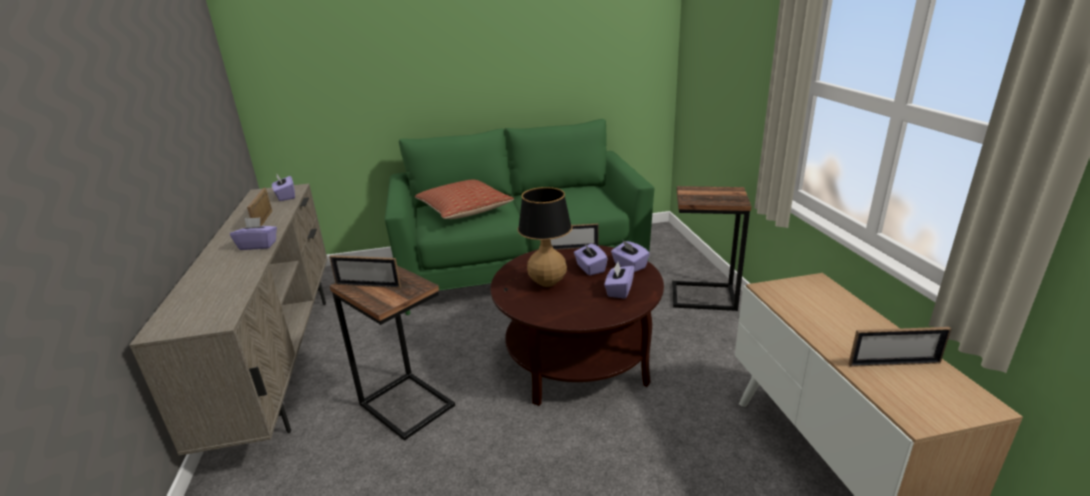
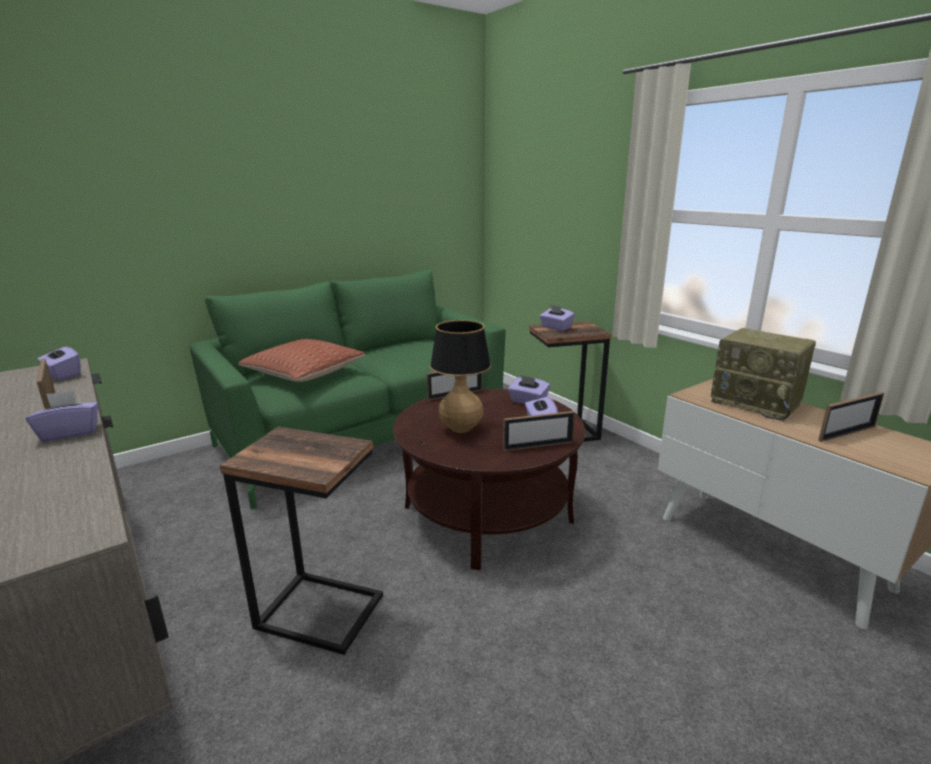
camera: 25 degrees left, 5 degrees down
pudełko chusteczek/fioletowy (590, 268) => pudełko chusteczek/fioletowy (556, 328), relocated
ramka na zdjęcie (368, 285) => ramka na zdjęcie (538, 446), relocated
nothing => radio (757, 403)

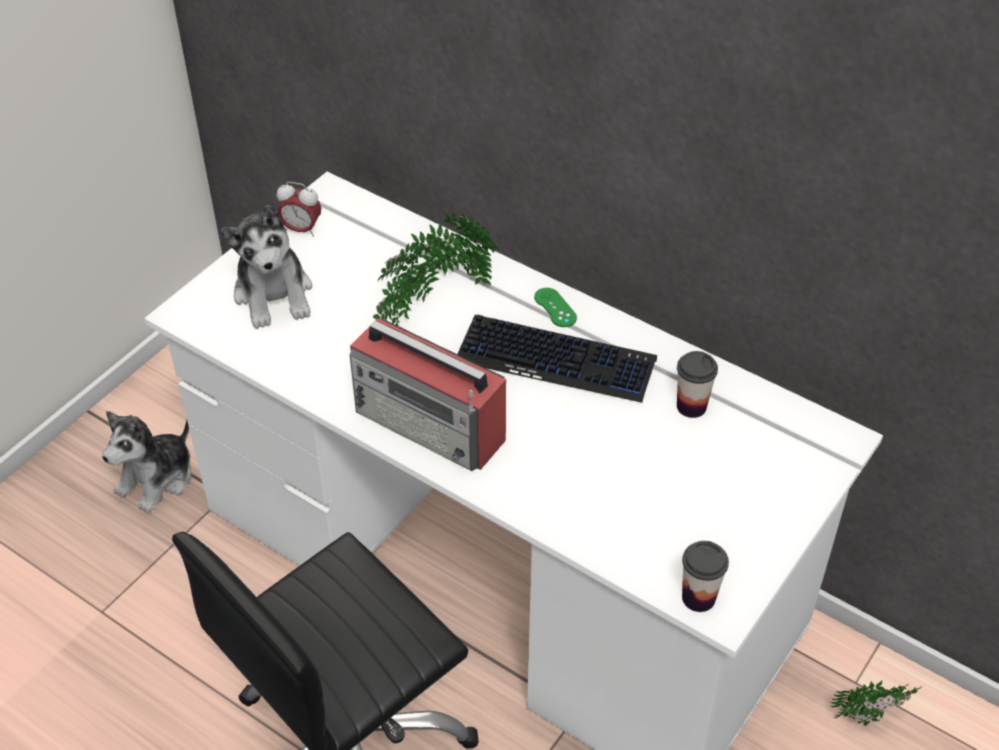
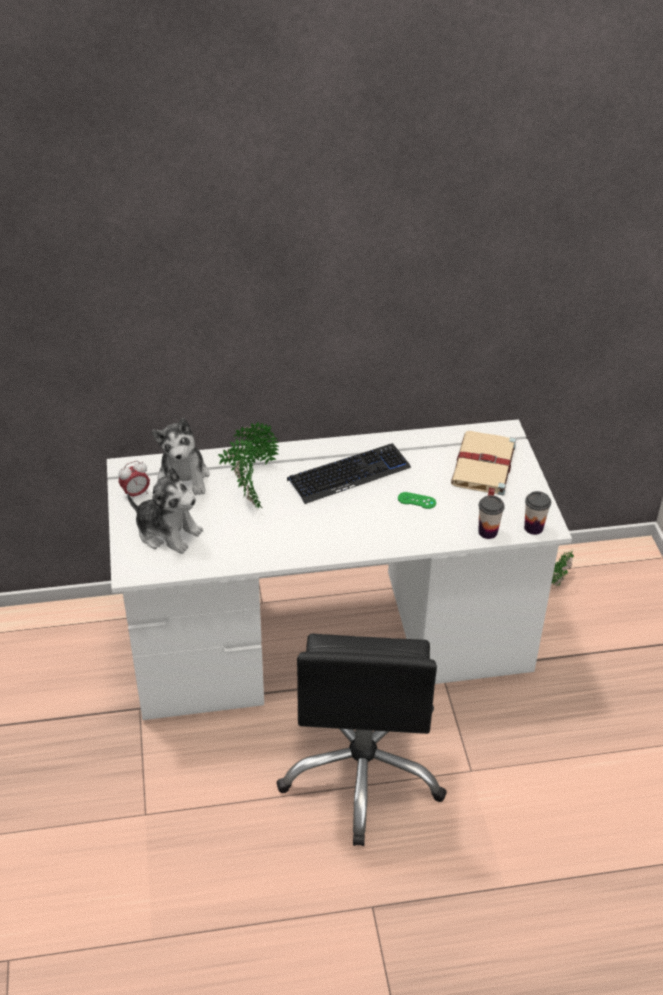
camera: 45 degrees left, 5 degrees down
pad do gier/zielony (555, 307) => pad do gier/zielony (416, 500), relocated
radio (431, 425) => nothing
filiżanka (691, 406) => filiżanka (487, 532), relocated
pluszak (157, 479) => pluszak (184, 478), relocated
nothing => książka/beżowy (483, 466)

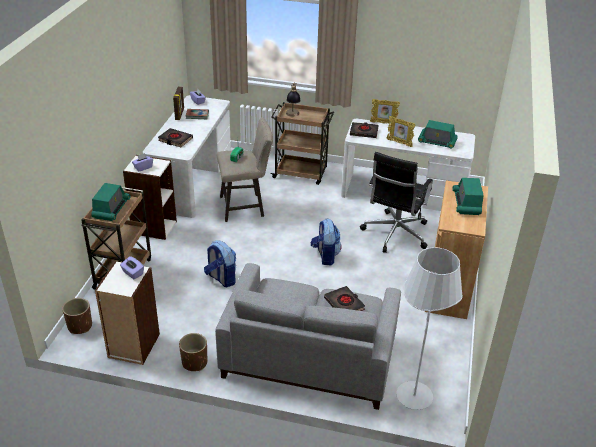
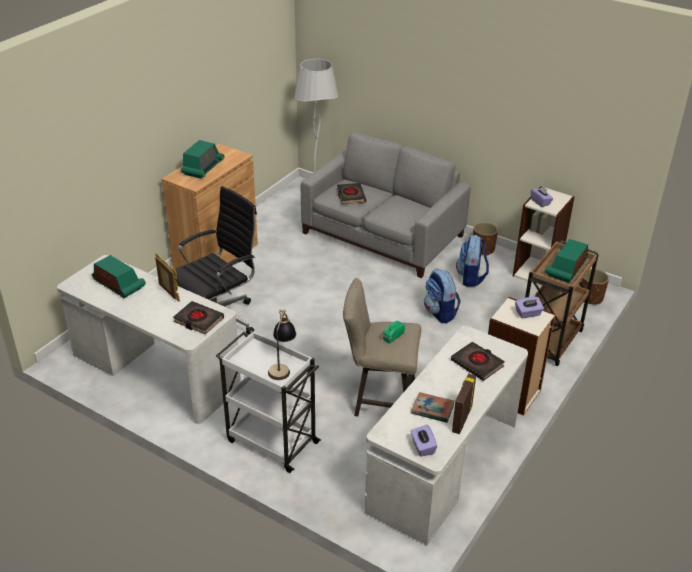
camera: 160 degrees left, 0 degrees up
ramka na zdjęcie (383, 123) => nothing
wózek/brązowy (301, 173) => wózek/biały (271, 441)
plecak (325, 256) => plecak (471, 278), relocated

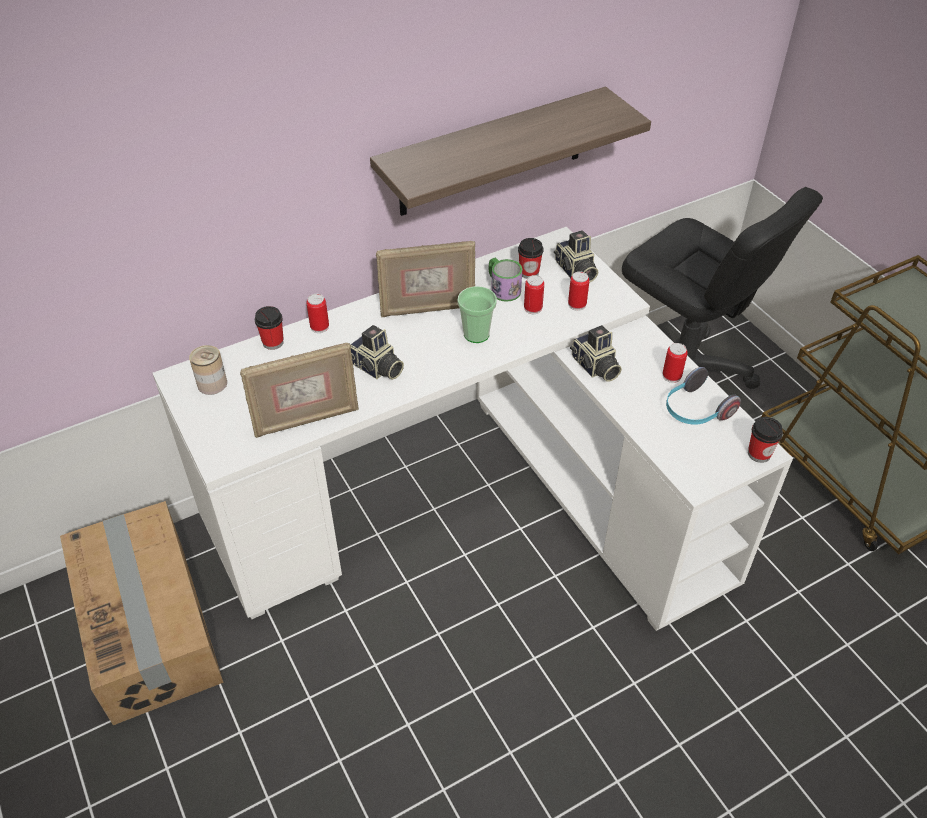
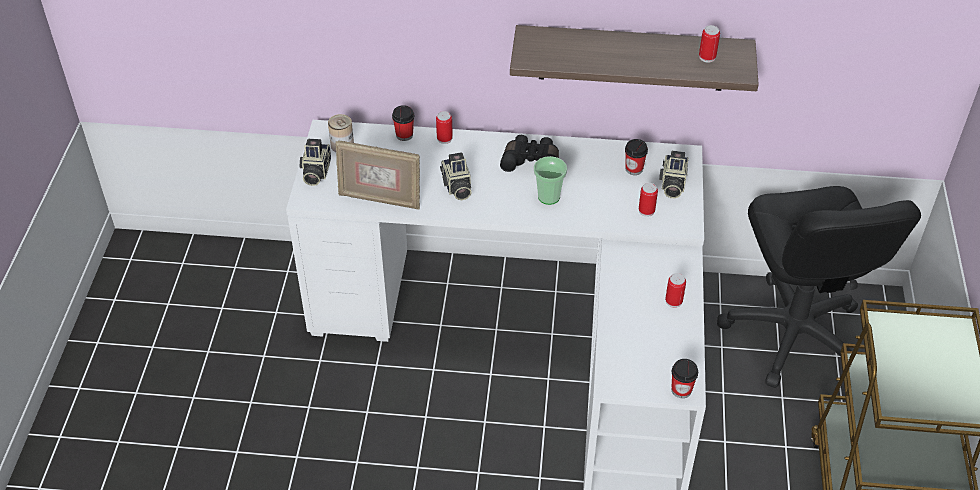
camera: 35 degrees right, 0 degrees up
ramka na zdjęcie (427, 309) => lornetka/czarny (531, 161)
kubek (502, 288) => nothing
puszka (533, 308) => puszka (707, 57), relocated
aparat fotograficzny (595, 367) => aparat fotograficzny (315, 172), relocated
słuchawki (695, 410) => nothing
karton (151, 626) => nothing

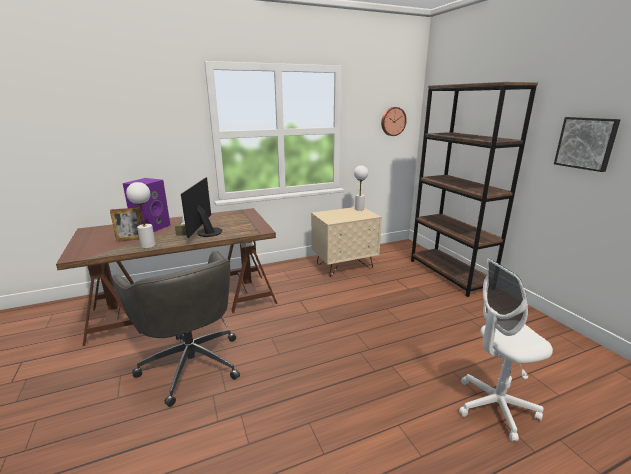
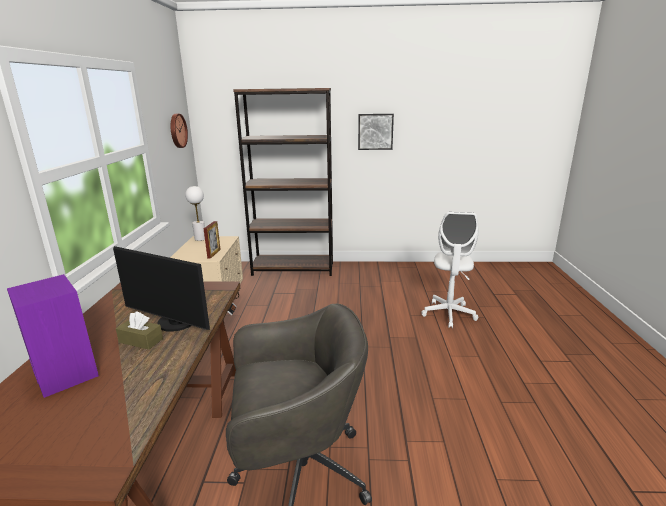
camera: 65 degrees left, 0 degrees up
lampa stołowa/biały (148, 245) => nothing
ramka na zdjęcie (130, 239) => ramka na zdjęcie (214, 254), relocated

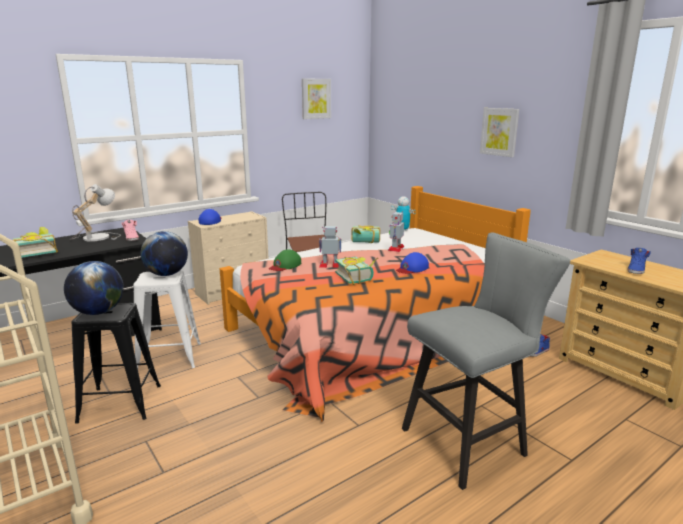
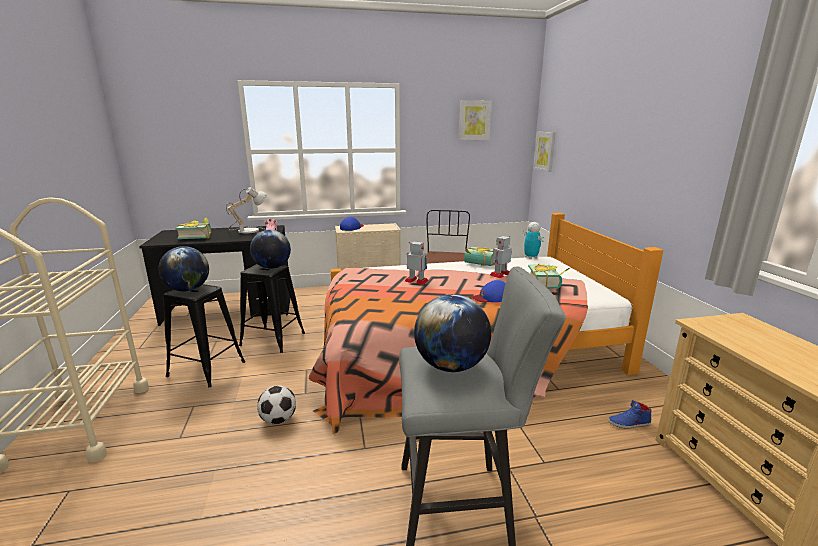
camera: 25 degrees right, 0 degrees up
obraz (499, 132) => obraz (545, 151), relocated
but/niebieski (636, 269) => nothing
czapka z daszkiem/zielony (285, 265) => nothing
książka (357, 277) => książka (547, 284), relocated
stołek/biały (170, 357) => stołek/czarny (273, 339)
nothing => globus (451, 366)
nothing => piłka futbolowa (278, 420)

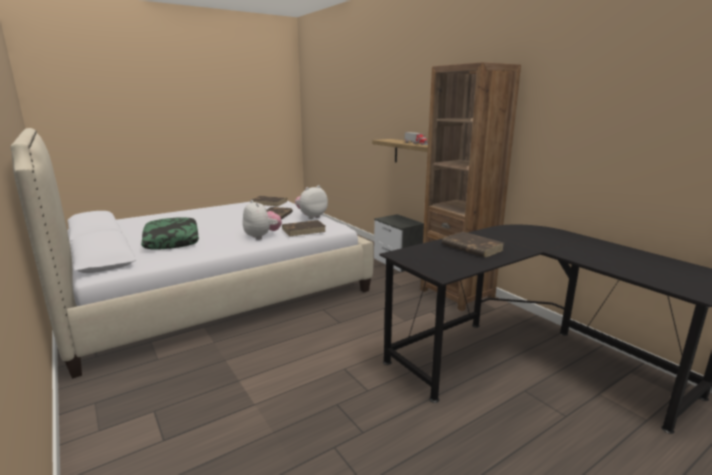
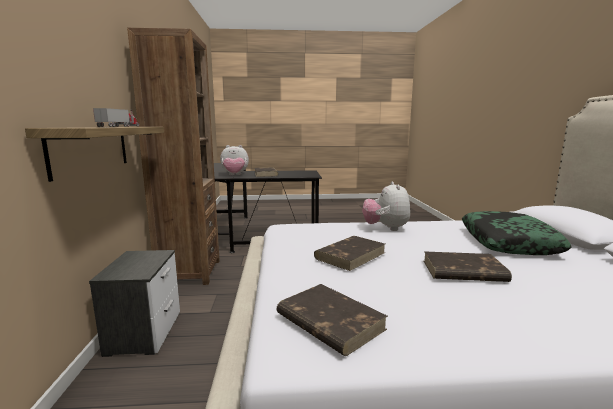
camera: 150 degrees left, 5 degrees down
pluszak (311, 217) => pluszak (235, 175), relocated
książka/brązowy (304, 230) => książka/brązowy (462, 271), relocated

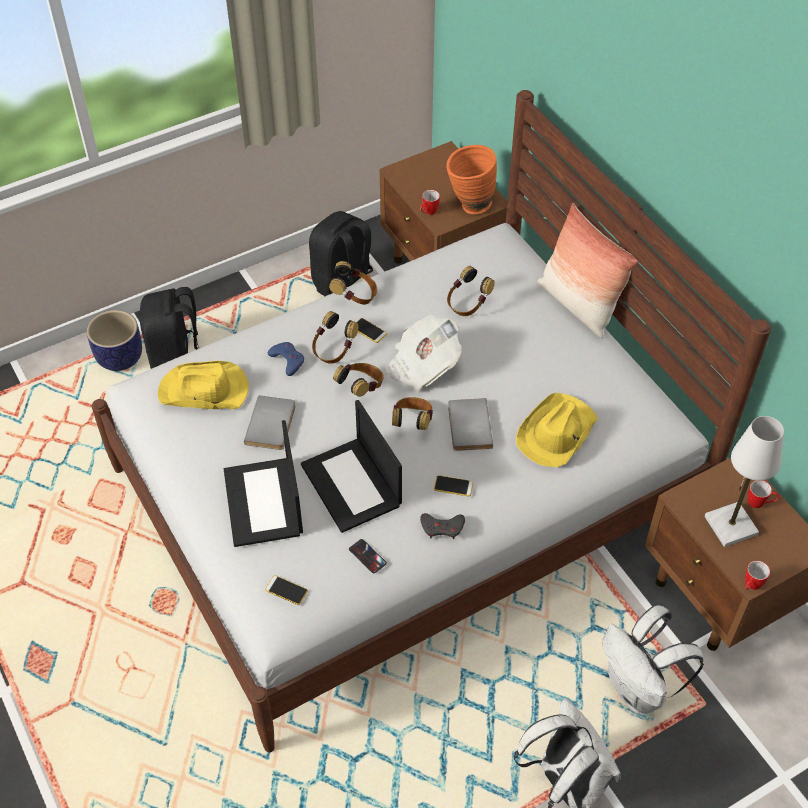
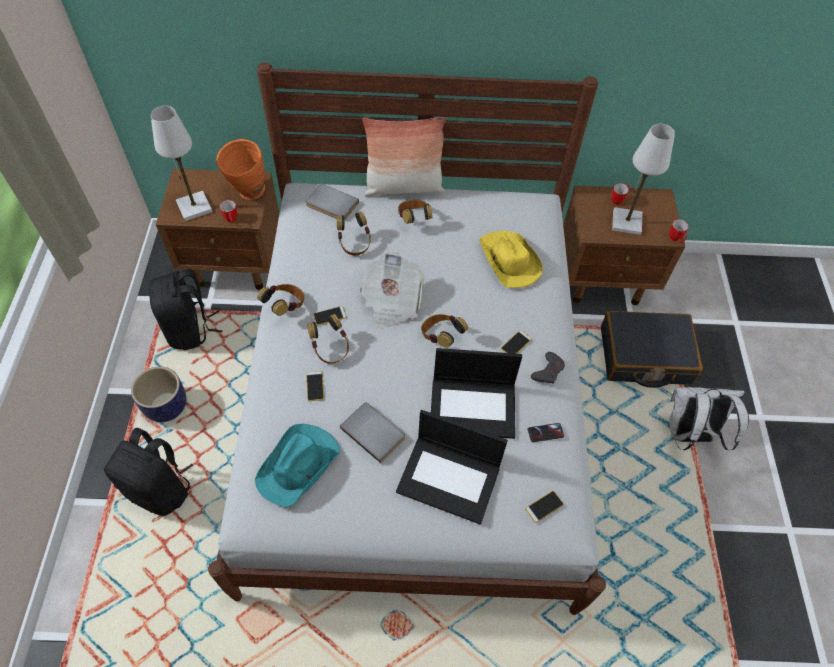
camera: 60 degrees left, 5 degrees up
donica (120, 357) => donica (166, 406), relocated
pad do gier/niebieski (287, 360) => telefon (315, 386)
kapelusz/żółty (204, 391) => kapelusz/turkusowy (299, 465)
słuchawki (361, 388) => słuchawki (414, 219), relocated
książka/szary (467, 426) => książka/szary (331, 205), relocated
plecak/biały (639, 689) => walizka/czarny (644, 356)
nothing => lampa stołowa/biały (194, 207)

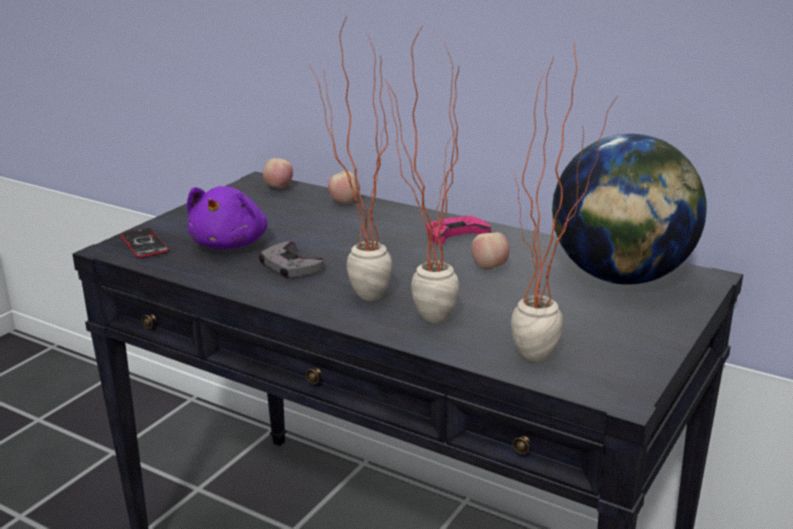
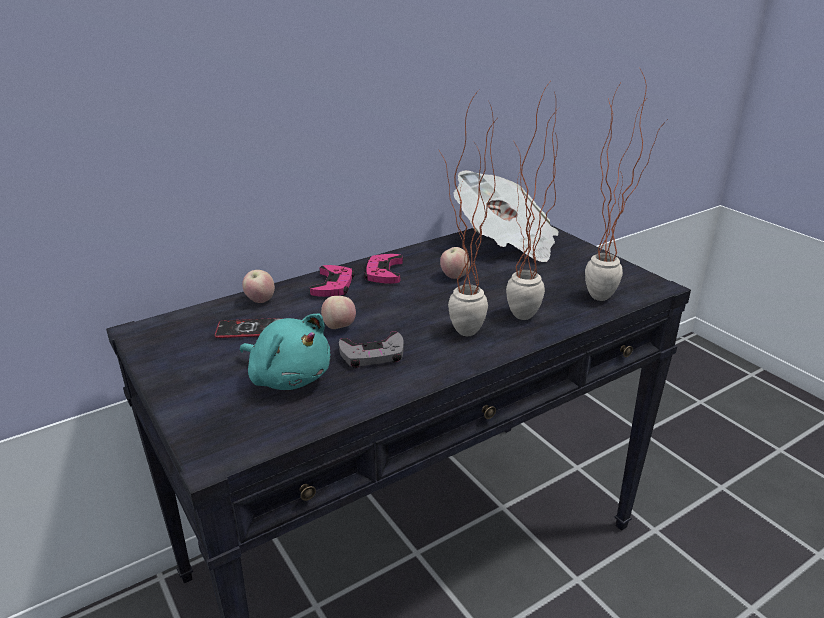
camera: 65 degrees left, 5 degrees up
globus (621, 278) => gazeta (506, 242)
jabłko (279, 188) => jabłko (339, 327), relocated
pluszak/fioletowy (231, 244) => pluszak/turkusowy (288, 377)
telefon (144, 244) => telefon (249, 329), relocated
nothing => pad do gier/różowy (333, 285)

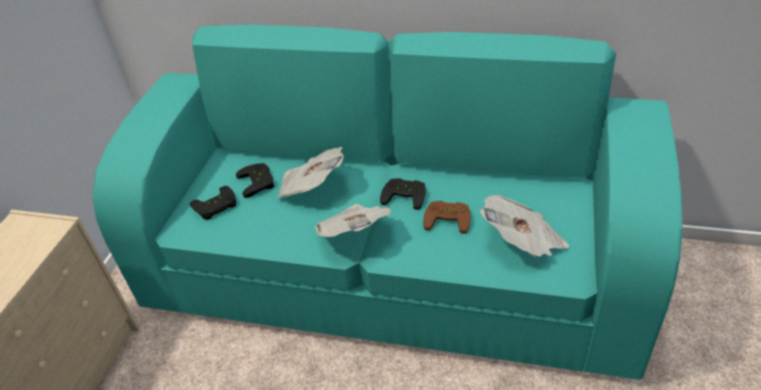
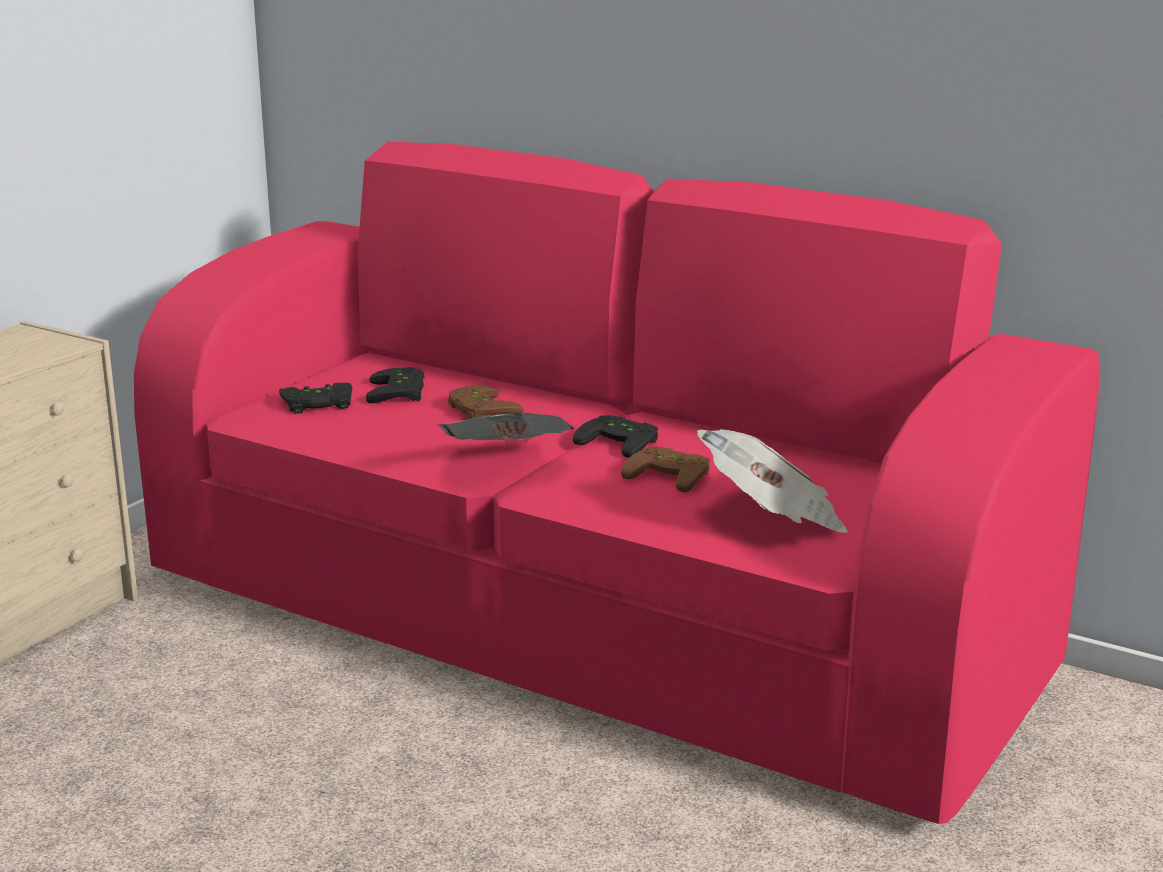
camera: 15 degrees right, 20 degrees down
kanapa/turkusowy (390, 275) => kanapa/różowy (583, 624)
gazeta (312, 187) => pad do gier/brązowy (478, 410)

